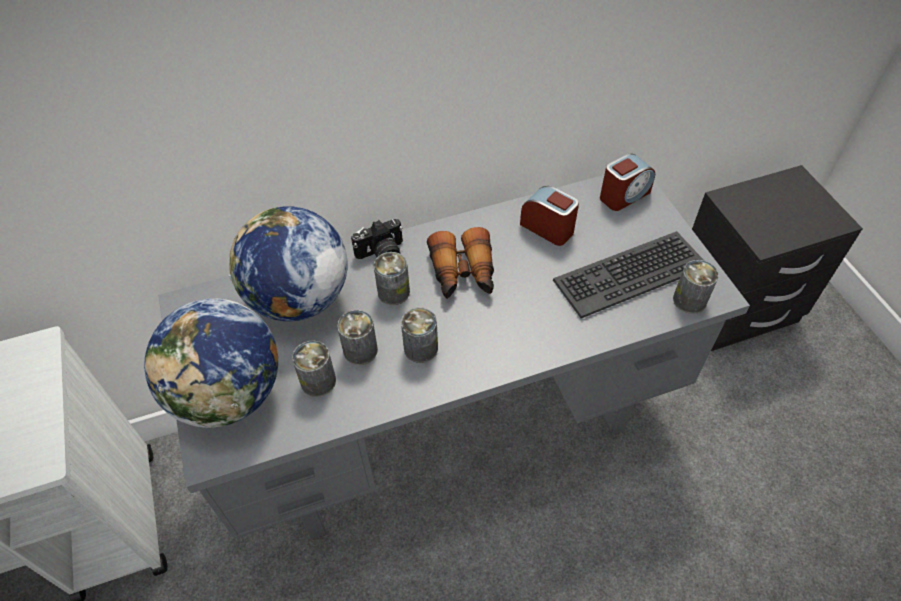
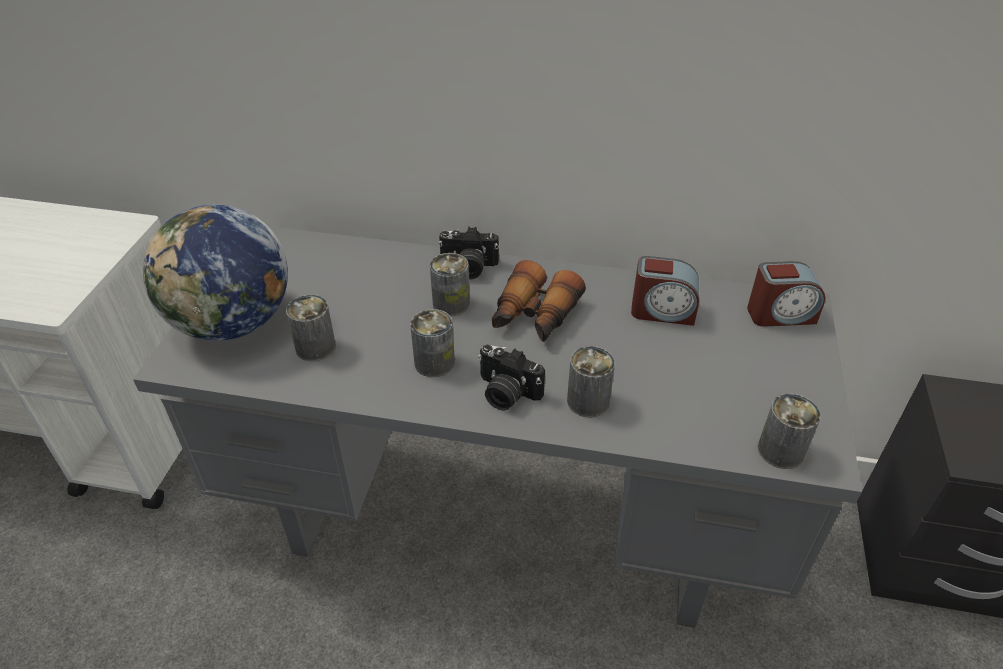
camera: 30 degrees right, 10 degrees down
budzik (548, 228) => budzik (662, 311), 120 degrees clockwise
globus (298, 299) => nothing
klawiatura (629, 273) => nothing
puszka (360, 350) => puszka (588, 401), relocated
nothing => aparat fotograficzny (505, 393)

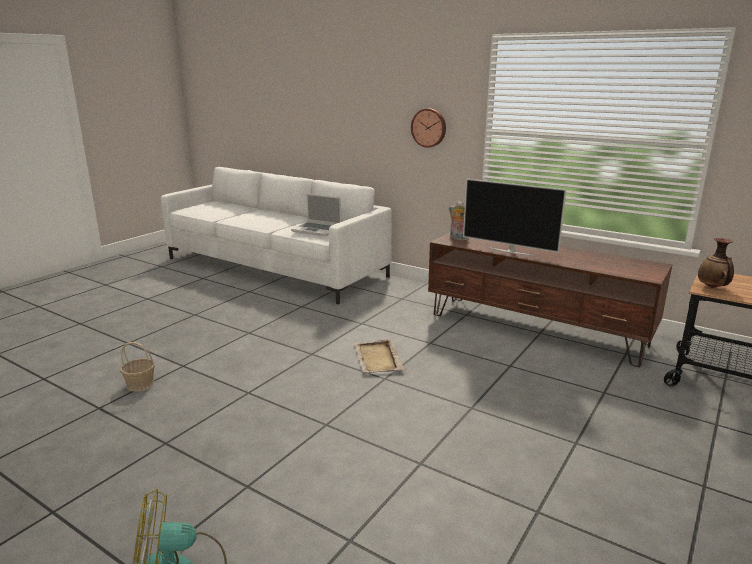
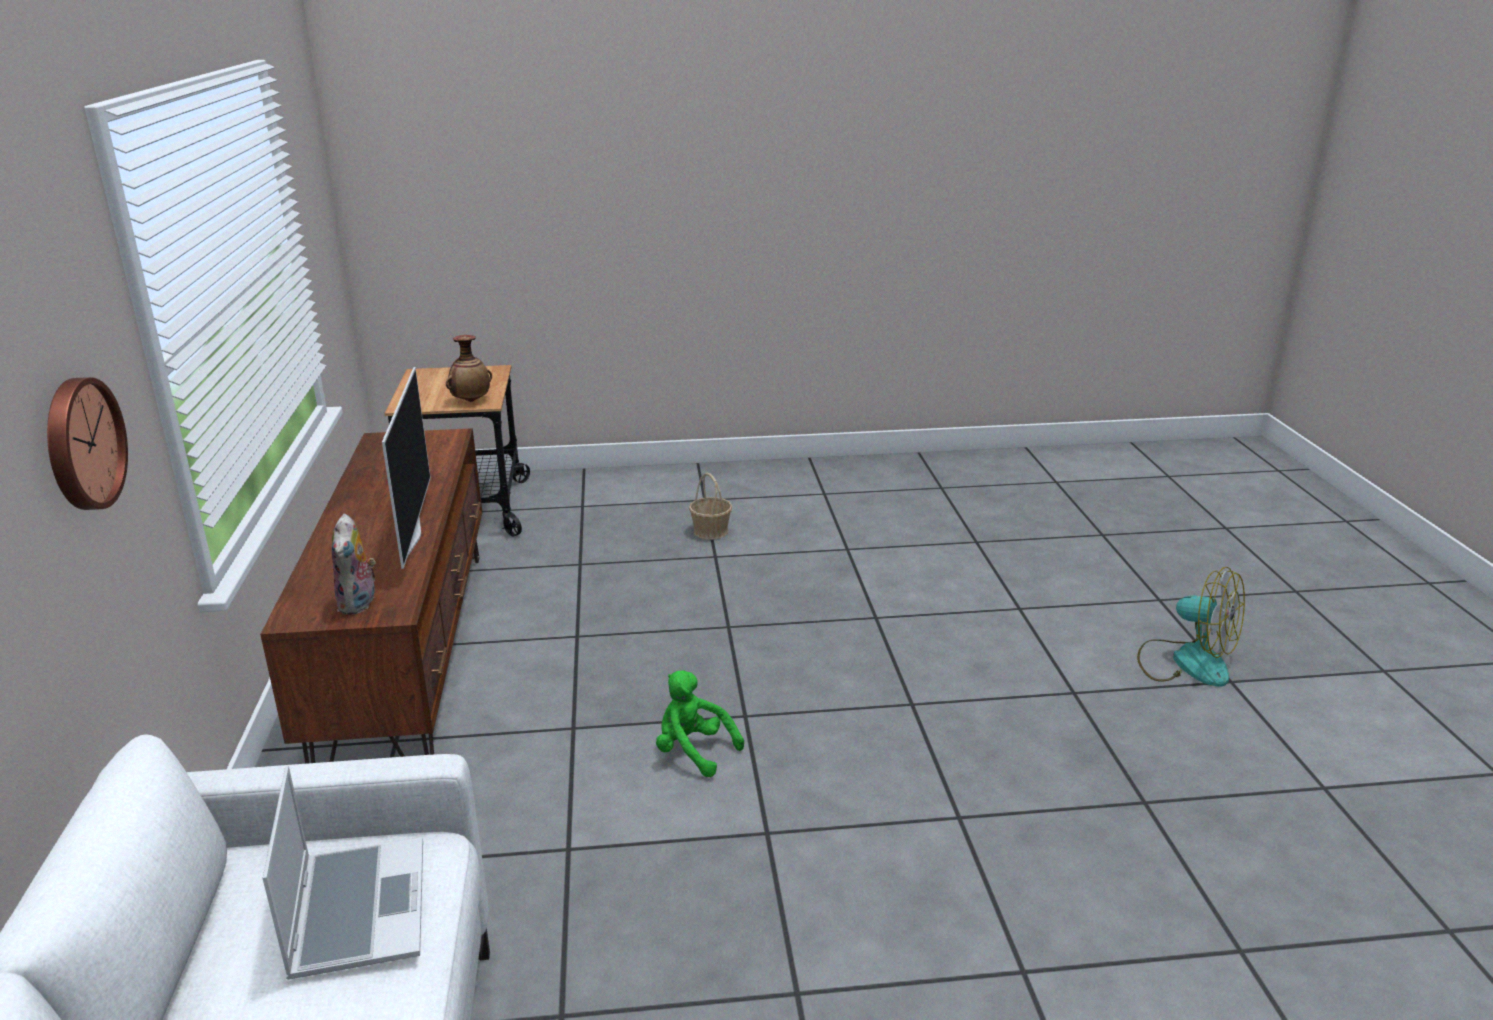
camera: 130 degrees left, 5 degrees up
taca/beżowy (378, 358) => pluszak/zielony (693, 751)
koszyk (140, 384) => koszyk (711, 531), relocated

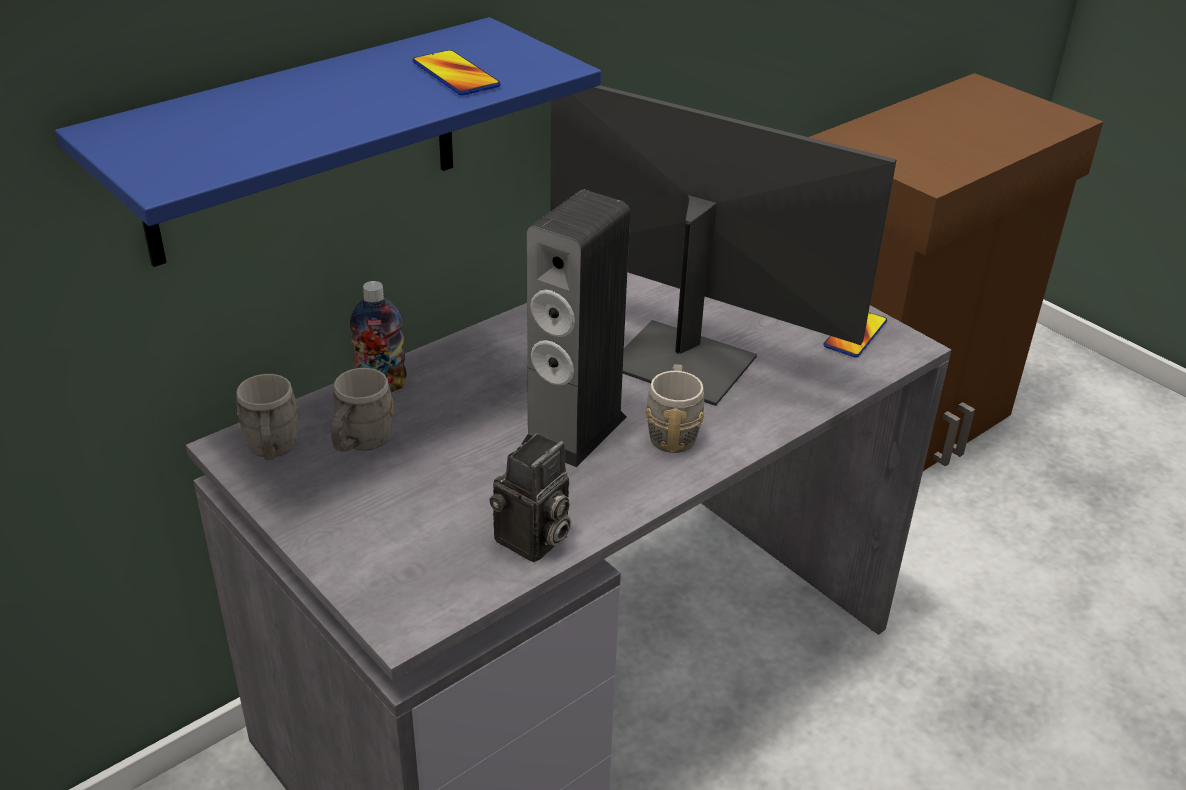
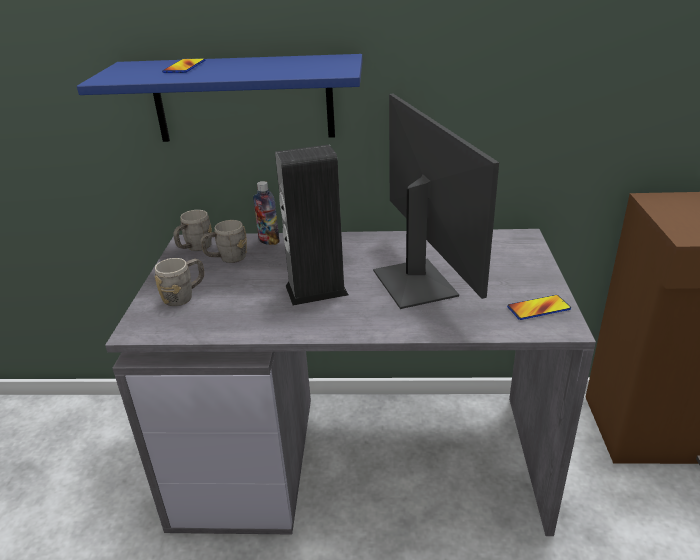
camera: 45 degrees right, 5 degrees down
telefon (456, 75) => telefon (185, 67), relocated
kubek/szary (673, 431) => kubek/szary (184, 296), relocated
aparat fotograficzny (532, 541) => nothing

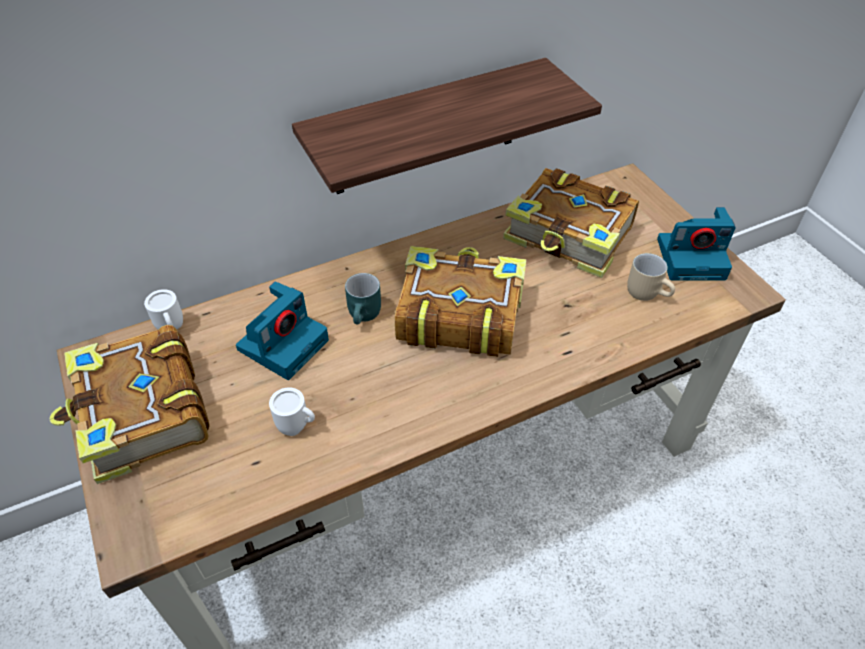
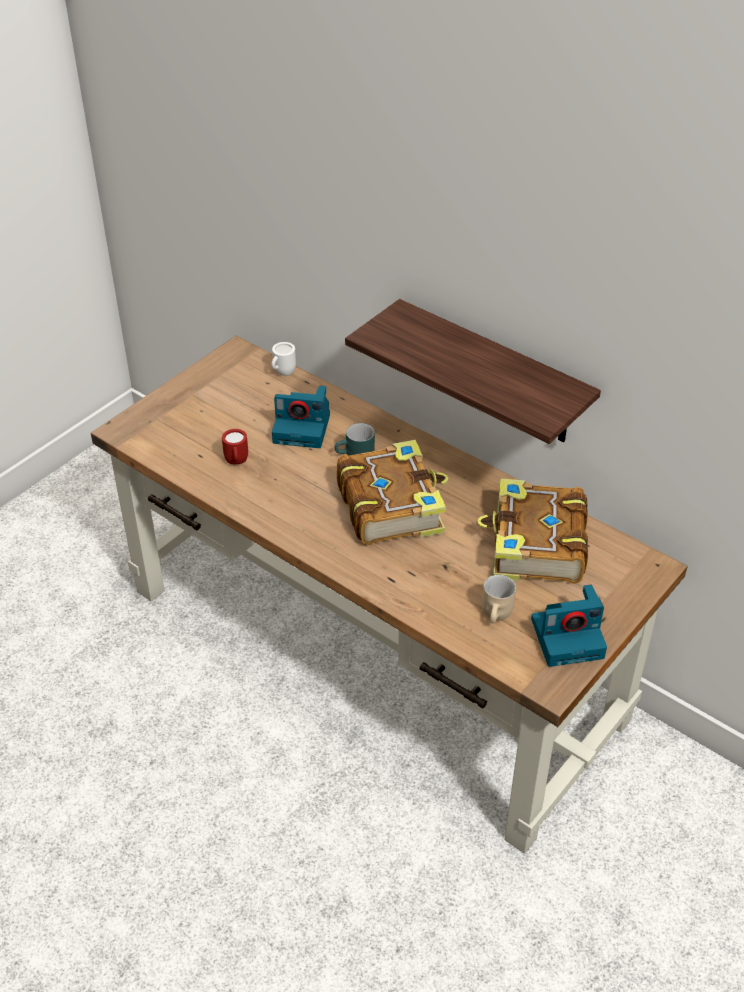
camera: 65 degrees right, 5 degrees down
aparat fotograficzny (692, 258) => aparat fotograficzny (568, 637), 75 degrees counterclockwise
książka (142, 415) => nothing
kubek/biały (297, 427) => kubek/czerwony (236, 463)

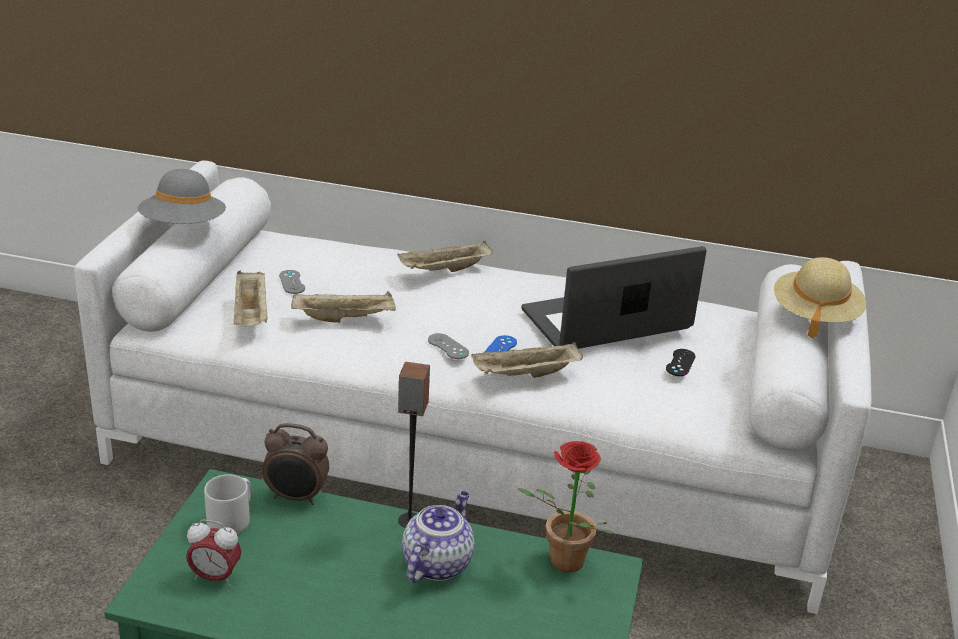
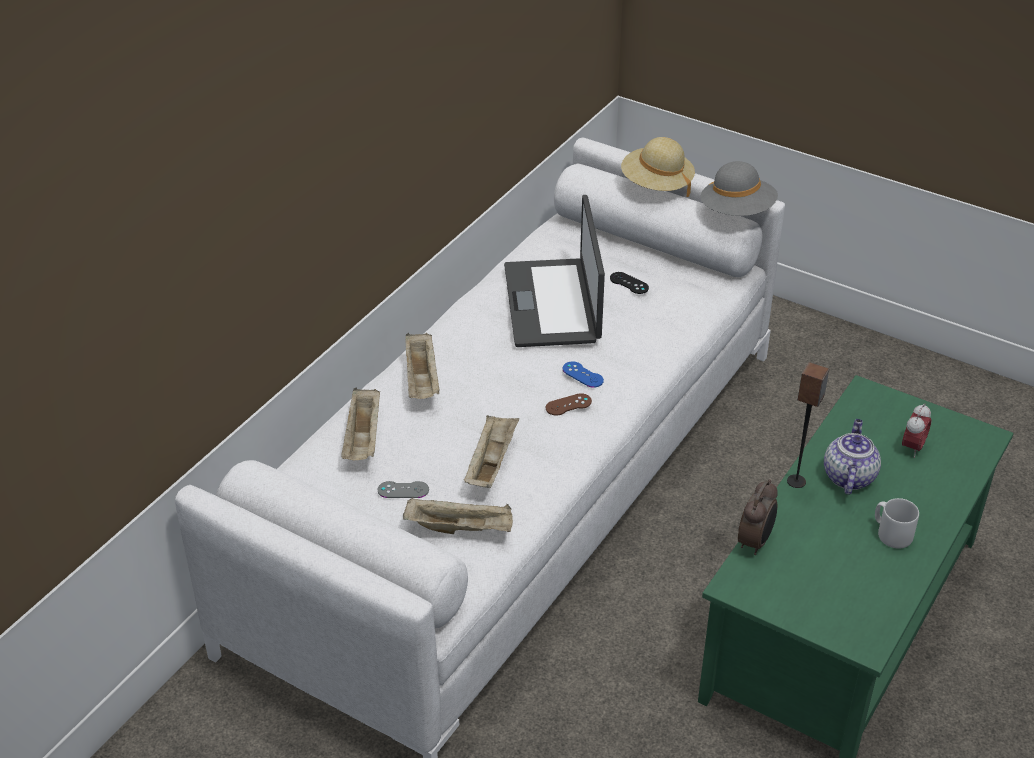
camera: 70 degrees left, 10 degrees up
kapelusz/szary (183, 227) => kapelusz/szary (737, 211), relocated
pad do gier/szary (448, 346) => pad do gier/brązowy (568, 405)
taca/beżowy (525, 375) => taca/beżowy (363, 438), relocated
roślina doniczkowa (560, 563) => nothing
kubek/szary (232, 519) => kubek/szary (891, 534), relocated
imbryk (437, 563) => imbryk (848, 476), 60 degrees clockwise
budzik (215, 577) => budzik (912, 447), relocated

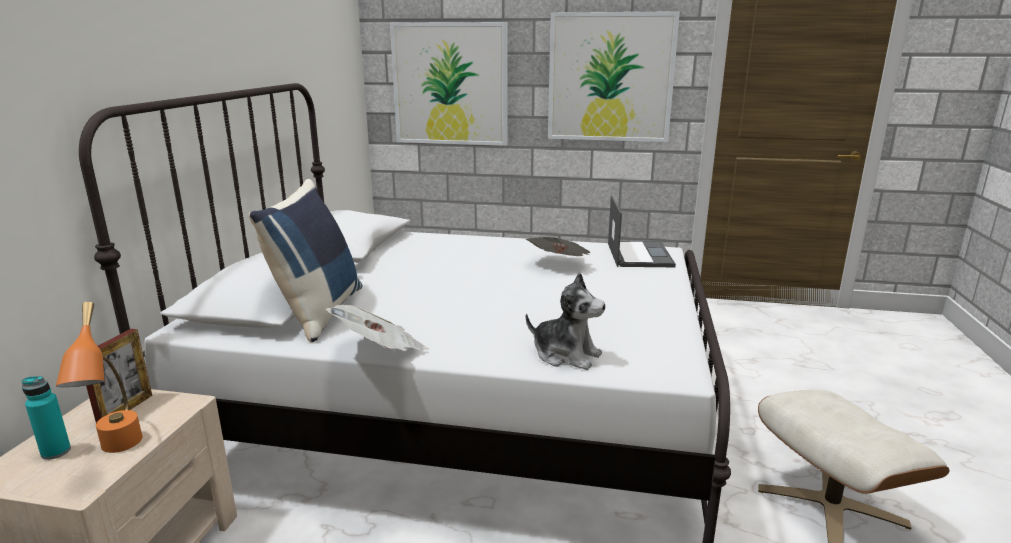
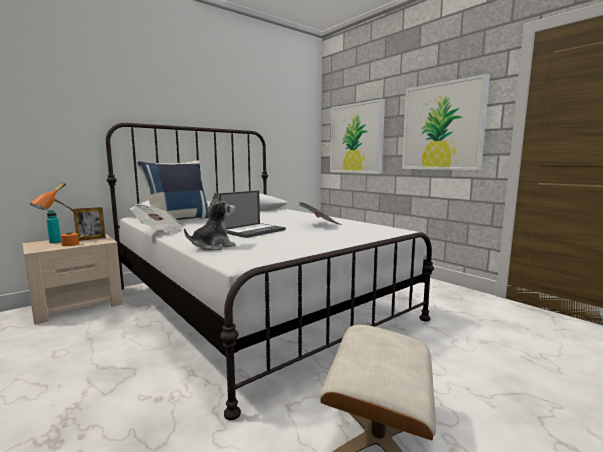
camera: 40 degrees right, 10 degrees down
laptop (639, 254) => laptop (253, 231), relocated
pluszak (566, 355) => pluszak (213, 246), 105 degrees counterclockwise

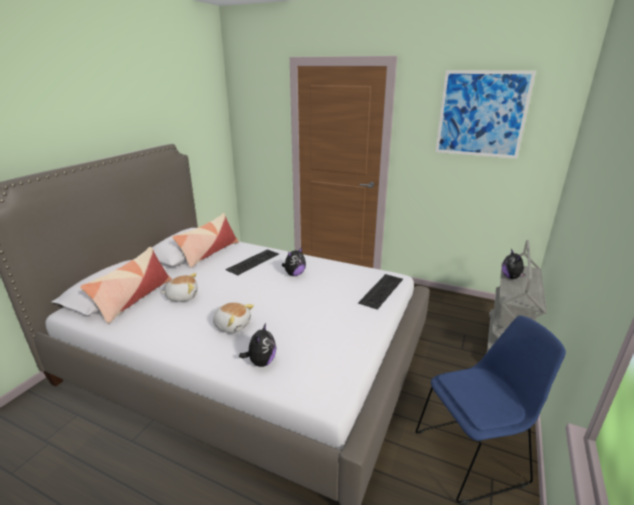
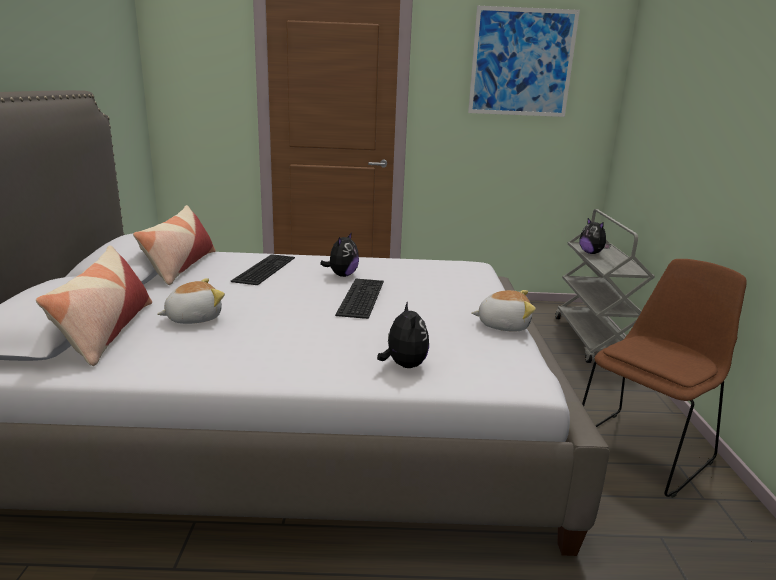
camera: 25 degrees left, 5 degrees down
klawiatura (380, 290) => klawiatura (359, 297), relocated
pluszak (232, 325) => pluszak (503, 325), relocated
krzesło/niebieski (473, 455) => krzesło/brązowy (644, 449)

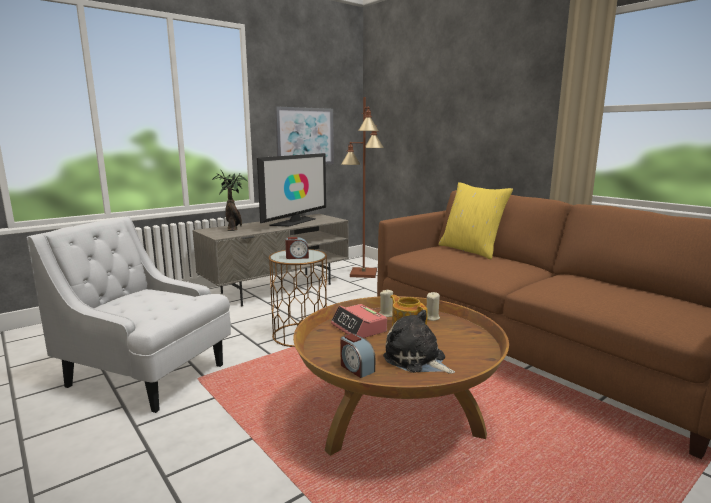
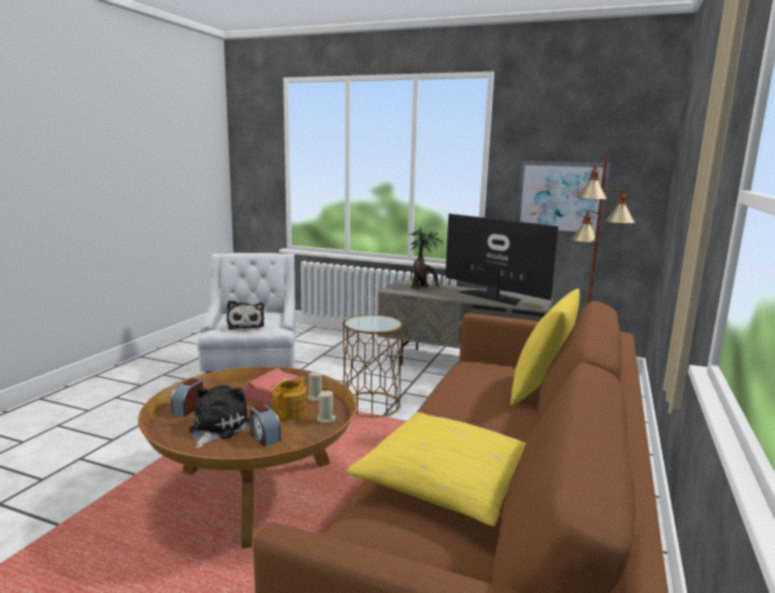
camera: 60 degrees right, 0 degrees up
telewizor (295, 221) => telewizor (492, 296), 135 degrees counterclockwise
budzik (297, 257) => budzik (264, 437), relocated
nothing => pluszak (246, 325)
nothing => poduszka/żółty (447, 482)

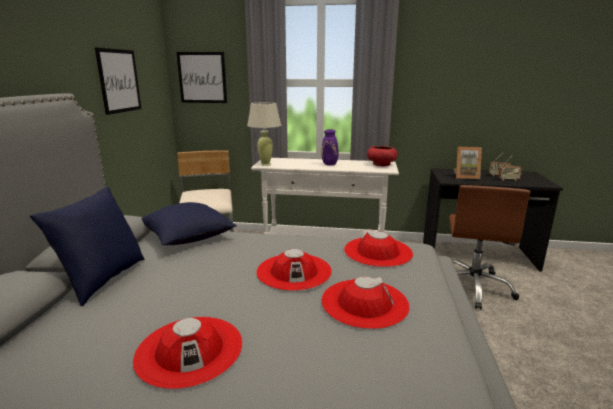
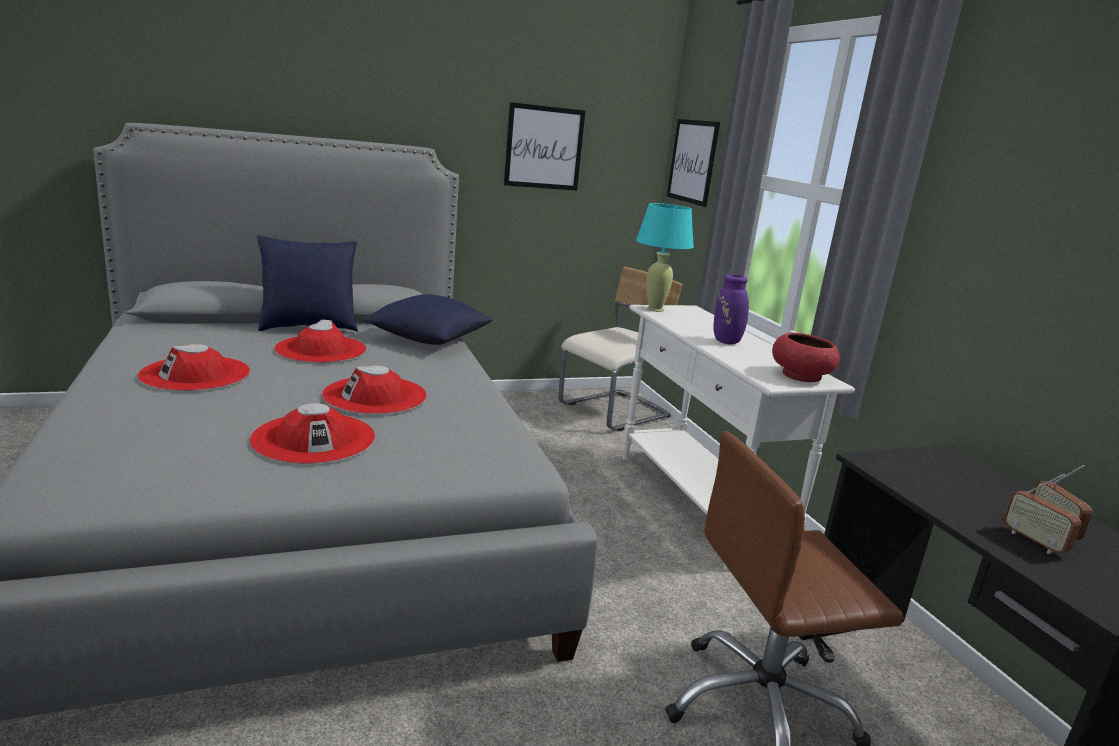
camera: 60 degrees right, 0 degrees up
lampa stołowa/beżowy (265, 164) => lampa stołowa/turkusowy (655, 309)
ramka na zdjęcie (465, 176) => nothing
kapelusz/czerwony (378, 252) => kapelusz/czerwony (321, 349), relocated

